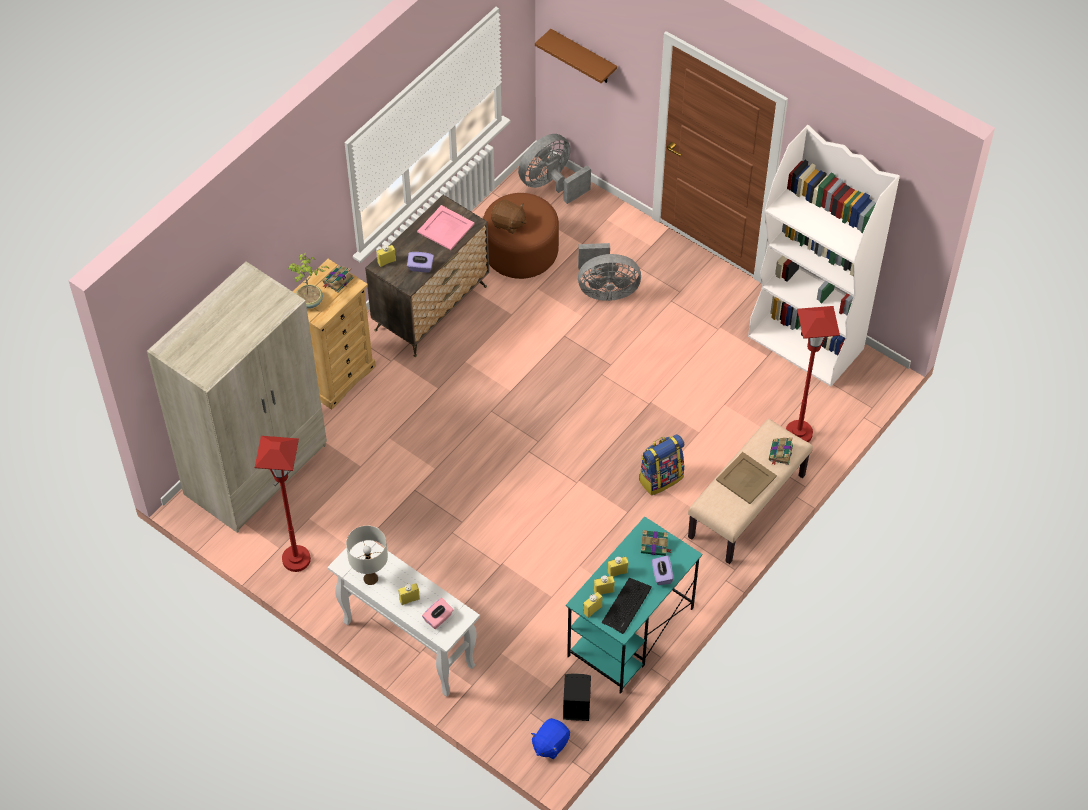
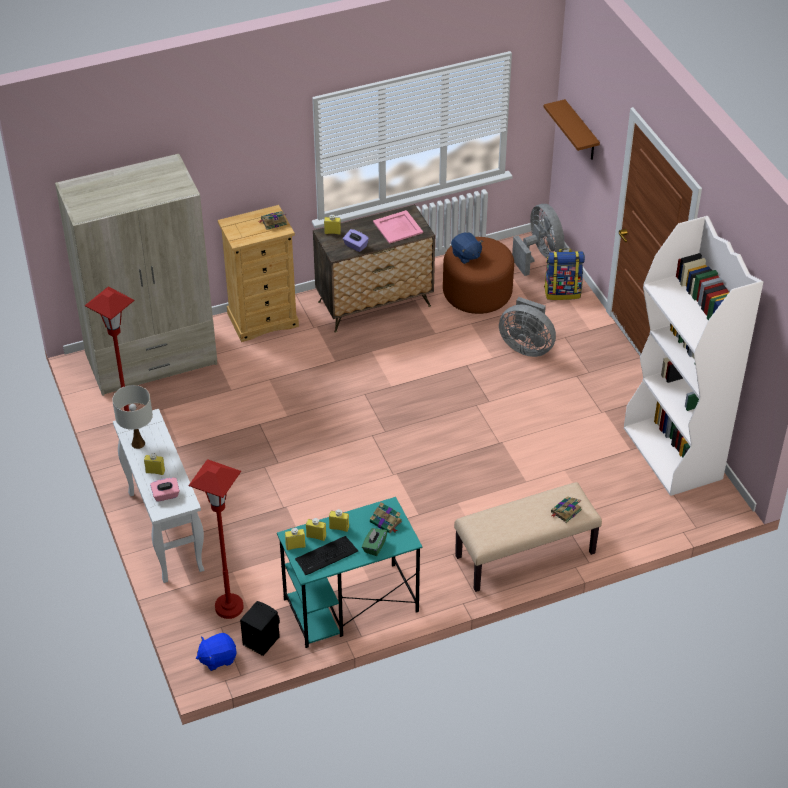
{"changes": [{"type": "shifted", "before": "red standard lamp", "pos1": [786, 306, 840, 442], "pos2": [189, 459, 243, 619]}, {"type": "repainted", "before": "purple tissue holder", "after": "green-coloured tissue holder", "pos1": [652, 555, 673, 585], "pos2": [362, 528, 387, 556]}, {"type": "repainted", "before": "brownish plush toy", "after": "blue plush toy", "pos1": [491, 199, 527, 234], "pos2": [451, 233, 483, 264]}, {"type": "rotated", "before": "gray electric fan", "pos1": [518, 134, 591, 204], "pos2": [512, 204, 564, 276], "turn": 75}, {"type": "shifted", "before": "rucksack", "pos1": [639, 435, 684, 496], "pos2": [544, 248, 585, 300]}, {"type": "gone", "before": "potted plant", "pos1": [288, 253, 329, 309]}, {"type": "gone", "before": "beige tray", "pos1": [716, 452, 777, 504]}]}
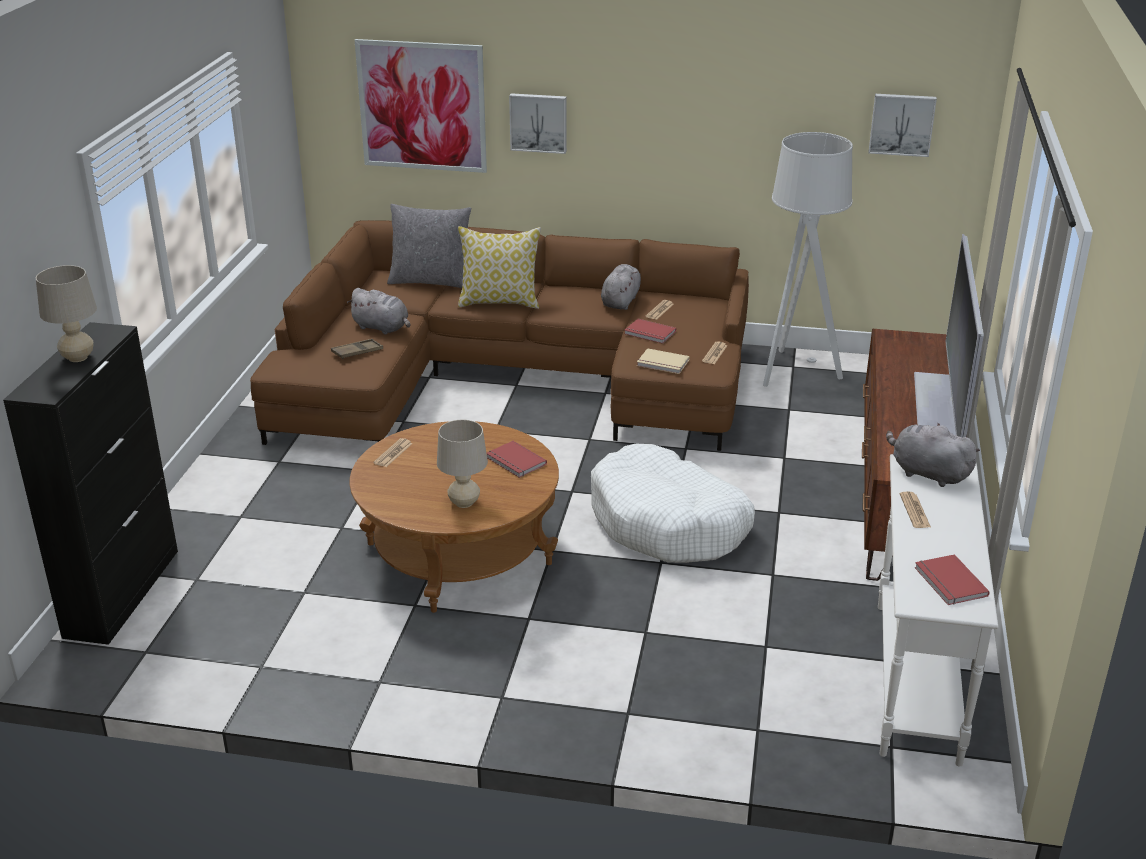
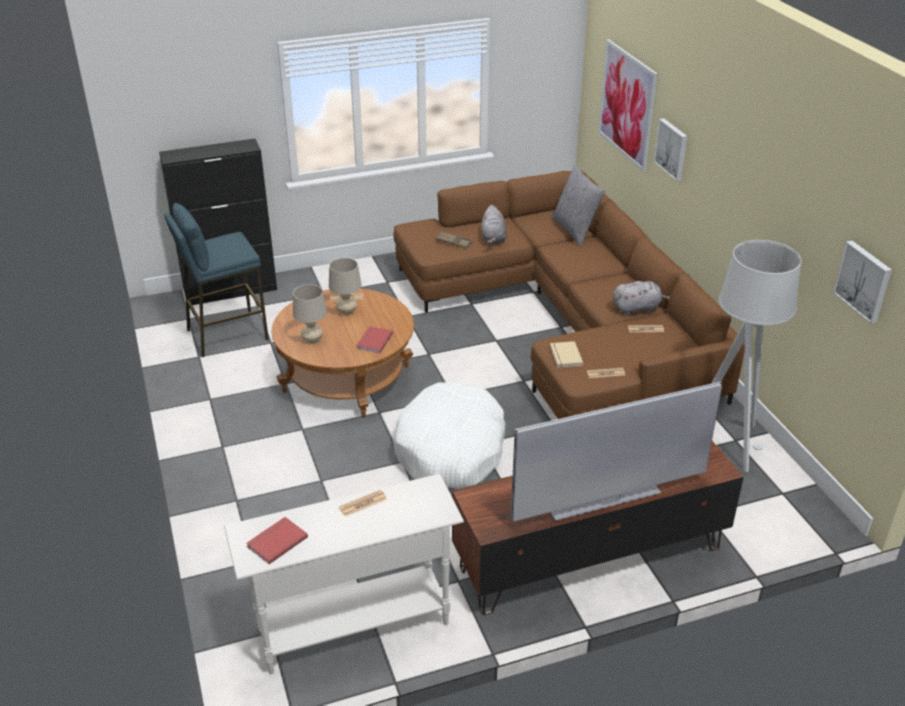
{"changes": [{"type": "new", "after": "blue sitting stool", "pos2": [164, 203, 269, 357]}, {"type": "shifted", "before": "beige table lamp", "pos1": [36, 265, 97, 362], "pos2": [329, 258, 362, 315]}, {"type": "gone", "before": "pillow", "pos1": [458, 226, 541, 309]}, {"type": "gone", "before": "red bound book", "pos1": [624, 319, 676, 344]}, {"type": "gone", "before": "gray plush toy", "pos1": [886, 423, 980, 487]}]}
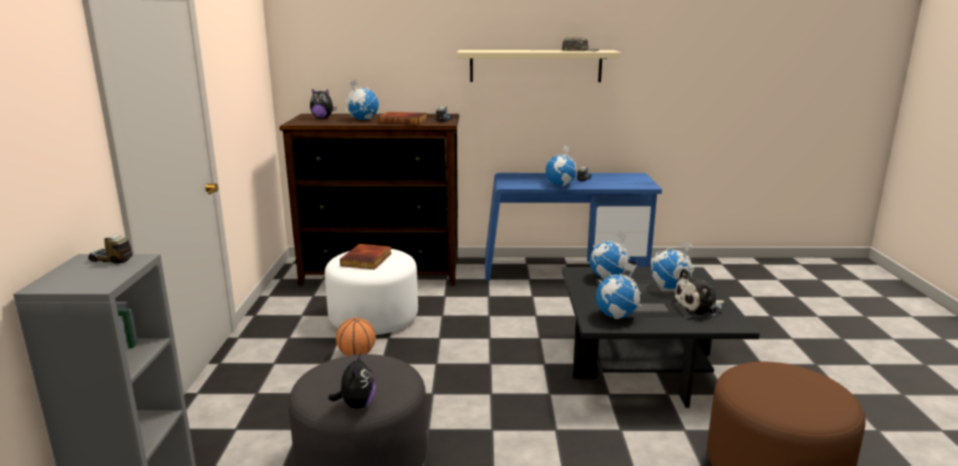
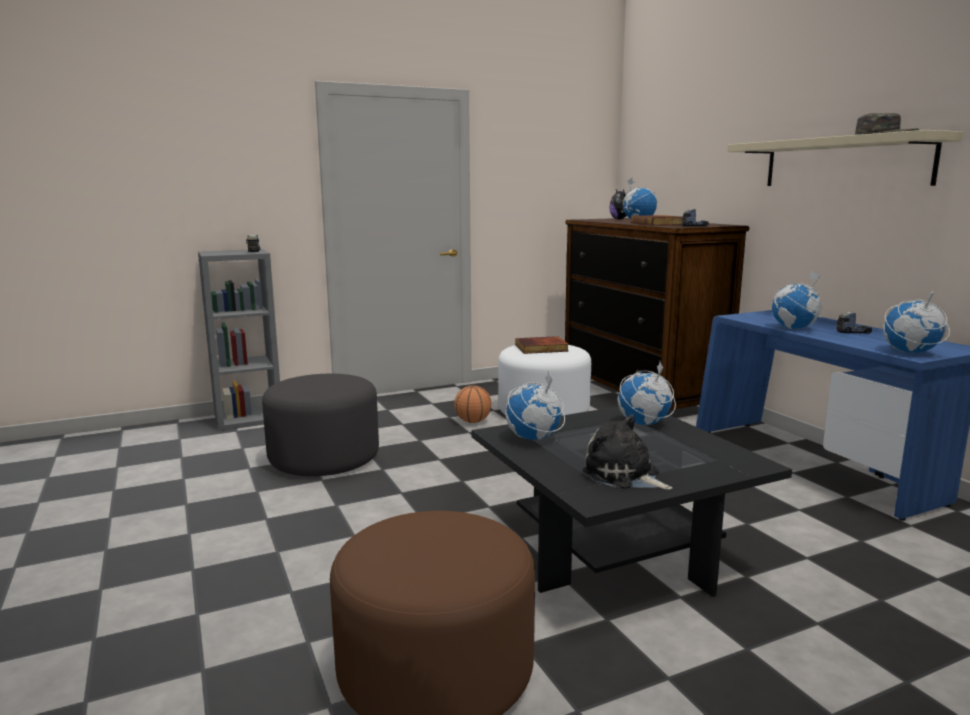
{"changes": [{"type": "shifted", "before": "desk globe", "pos1": [651, 241, 694, 289], "pos2": [883, 288, 950, 353]}, {"type": "gone", "before": "plush toy", "pos1": [328, 352, 376, 408]}]}
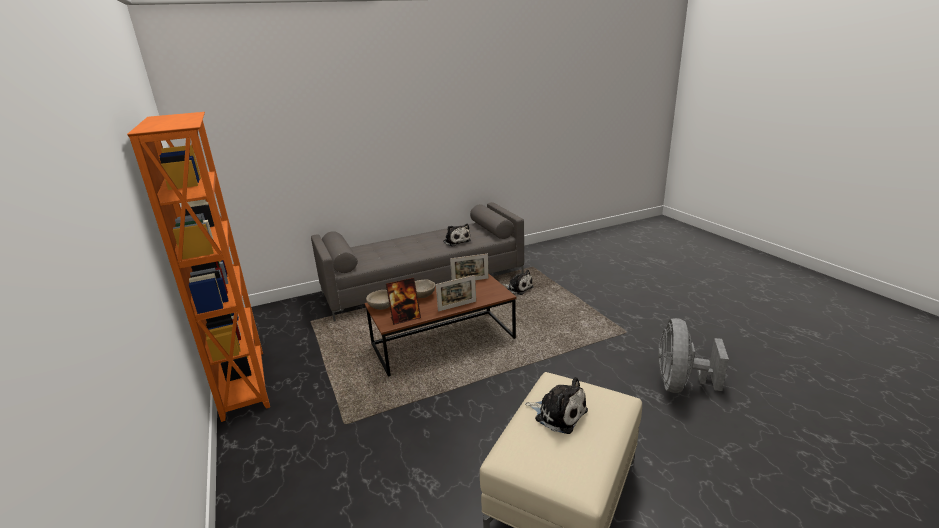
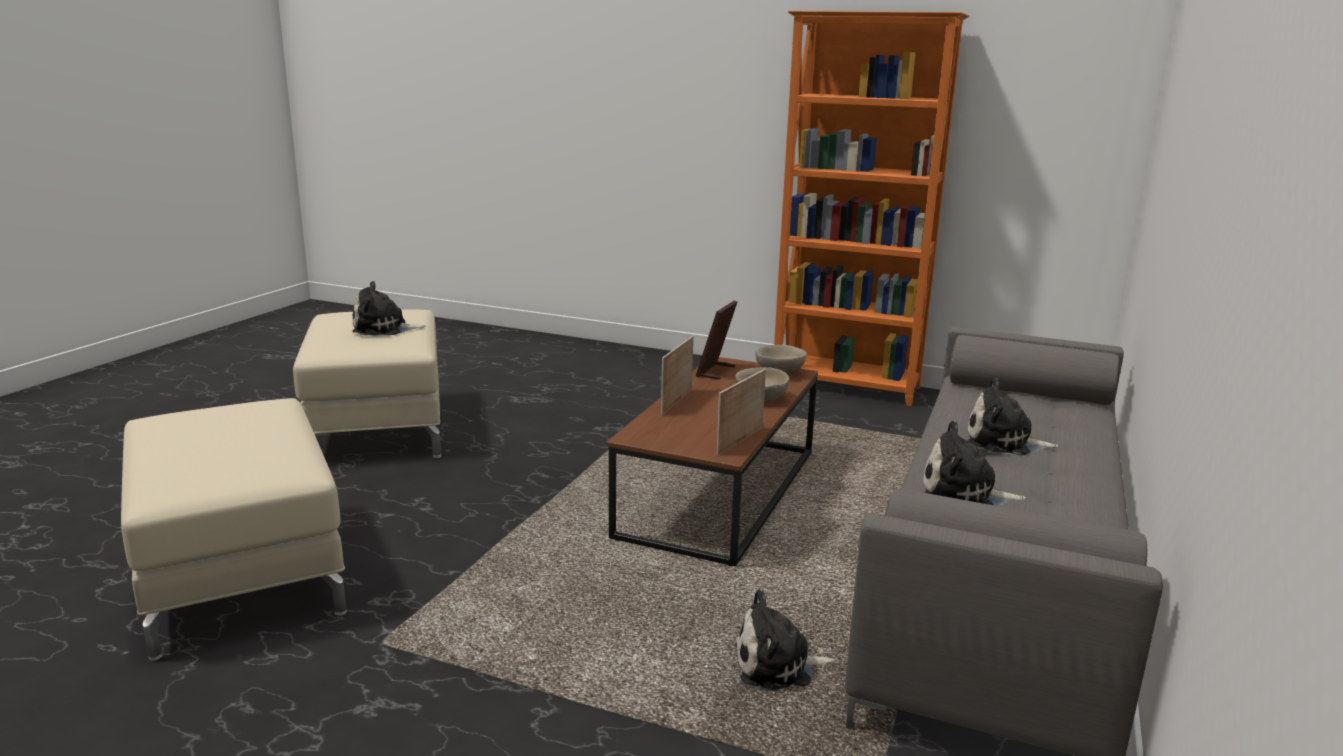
{"changes": [{"type": "swapped", "before": "gray electric fan", "after": "beige pouffe", "pos1": [658, 318, 729, 393], "pos2": [121, 398, 347, 661]}, {"type": "new", "after": "plush toy", "pos2": [968, 378, 1059, 455]}]}
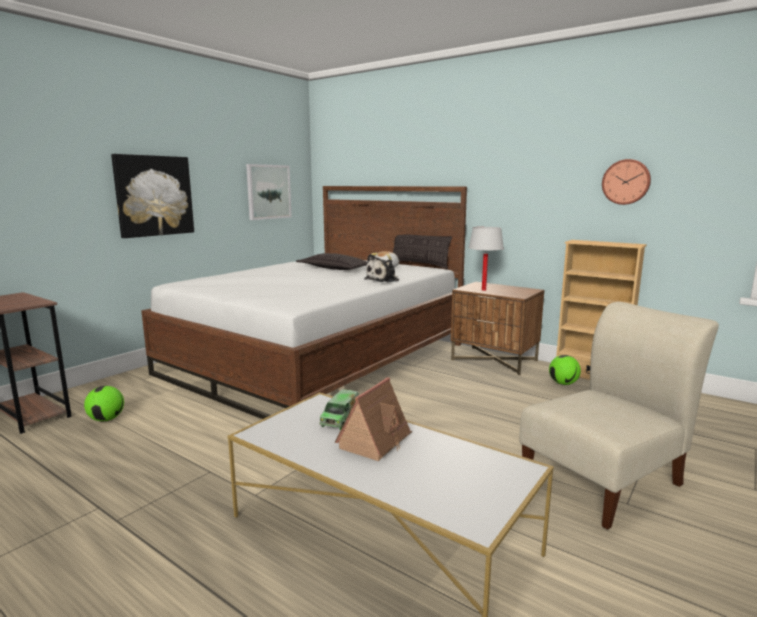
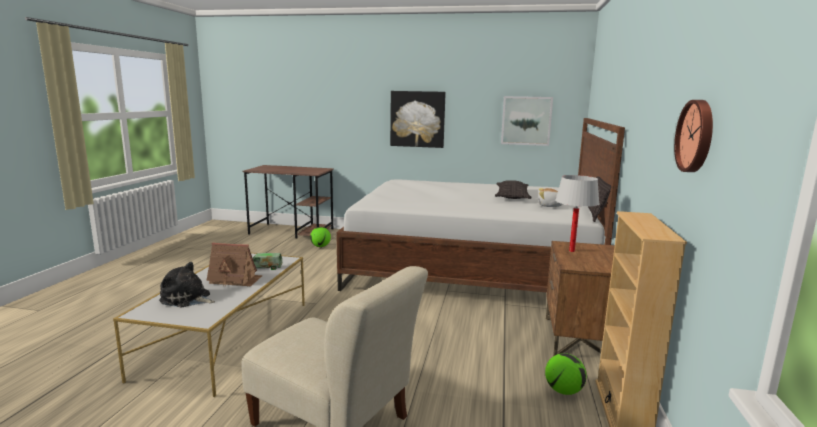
{"changes": [{"type": "shifted", "before": "plush toy", "pos1": [364, 254, 399, 283], "pos2": [159, 262, 215, 307]}]}
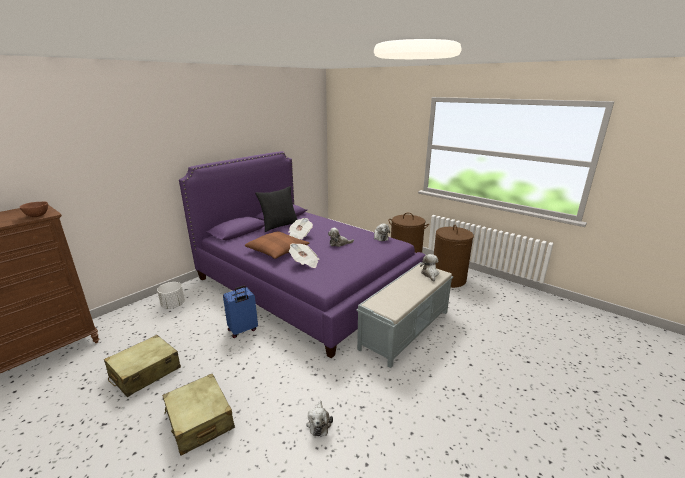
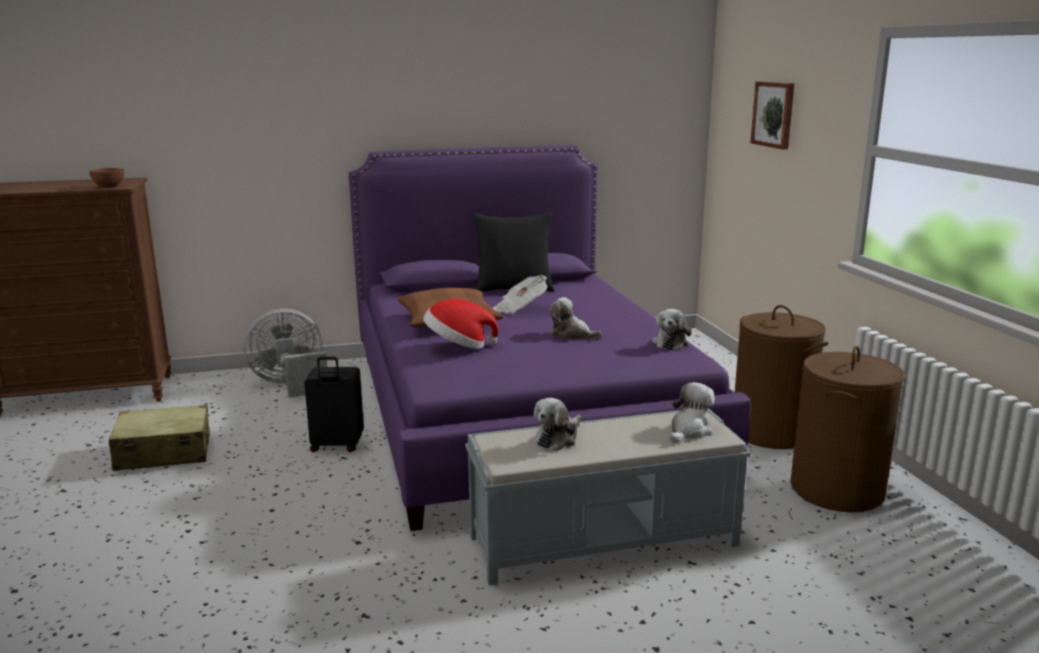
{"changes": [{"type": "swapped", "before": "white planter", "after": "gray electric fan", "pos1": [157, 282, 185, 309], "pos2": [243, 308, 327, 398]}, {"type": "repainted", "before": "blue travel case", "after": "black-coloured travel case", "pos1": [223, 285, 258, 338], "pos2": [304, 356, 364, 452]}, {"type": "swapped", "before": "newspaper", "after": "hat", "pos1": [289, 243, 319, 268], "pos2": [423, 299, 499, 349]}, {"type": "shifted", "before": "plush toy", "pos1": [306, 400, 333, 436], "pos2": [534, 398, 581, 451]}, {"type": "new", "after": "wall picture", "pos2": [750, 82, 794, 149]}, {"type": "gone", "before": "beige travel case", "pos1": [162, 374, 235, 456]}]}
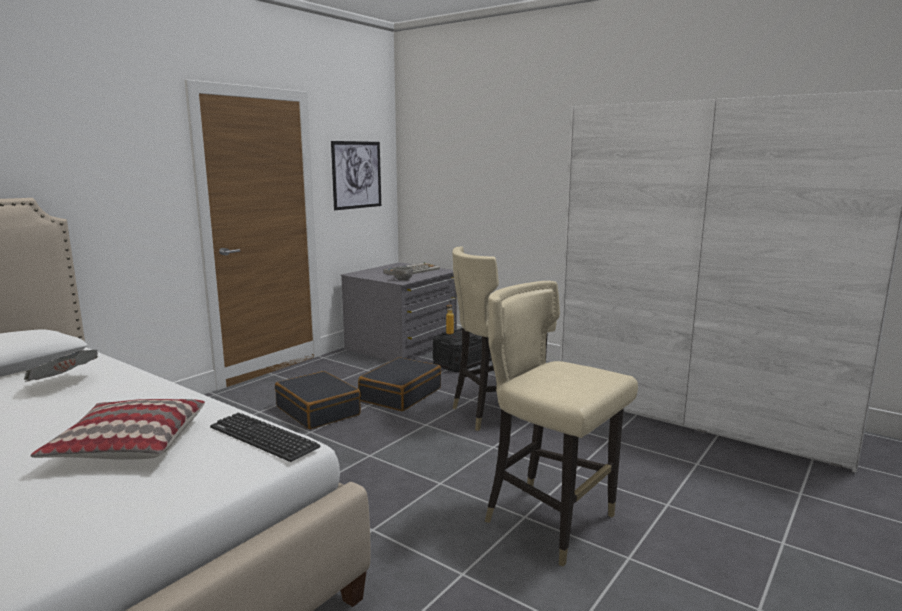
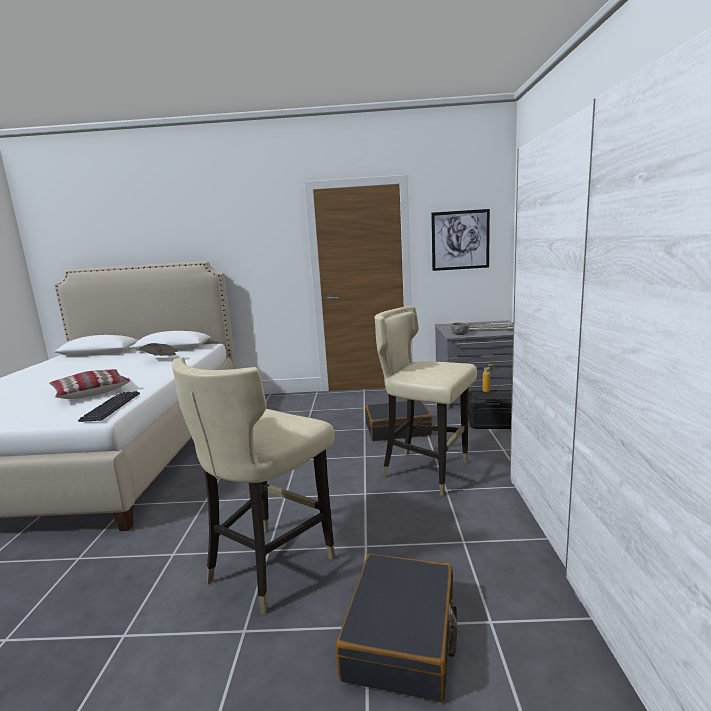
{"changes": [{"type": "rotated", "before": "beige chair", "pos1": [485, 281, 638, 567], "pos2": [172, 357, 335, 614], "turn": -150}, {"type": "shifted", "before": "black-coloured travel case", "pos1": [275, 371, 361, 429], "pos2": [336, 554, 458, 702]}]}
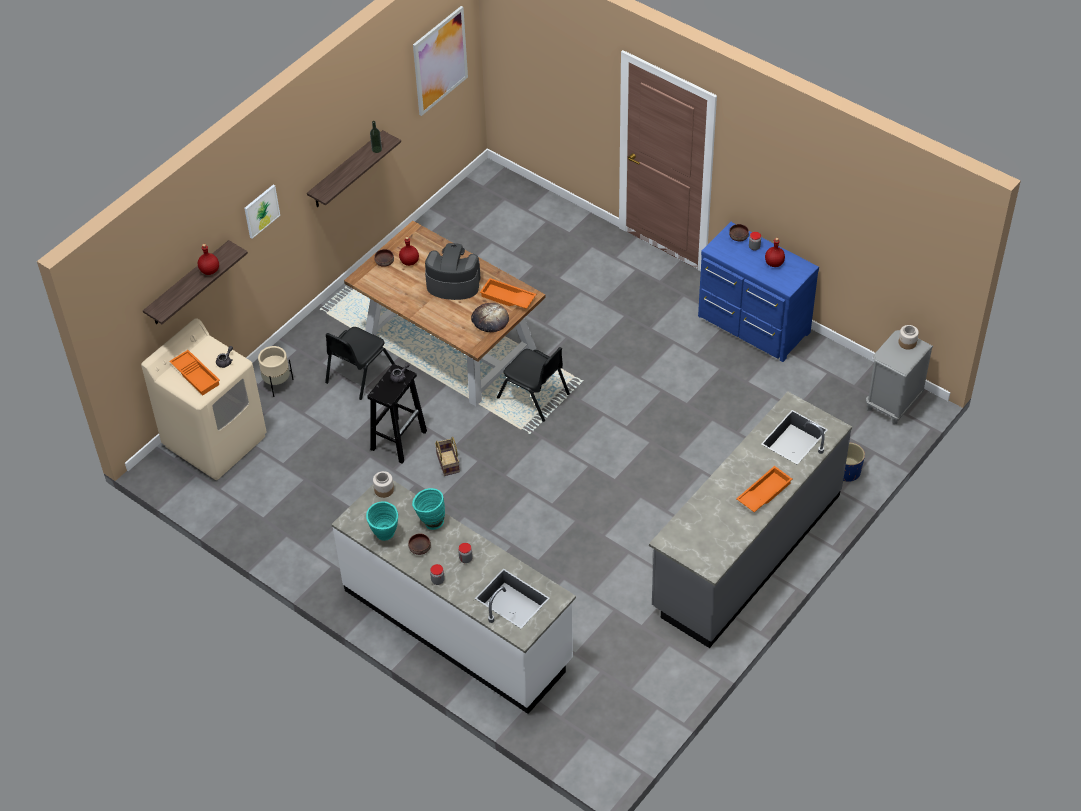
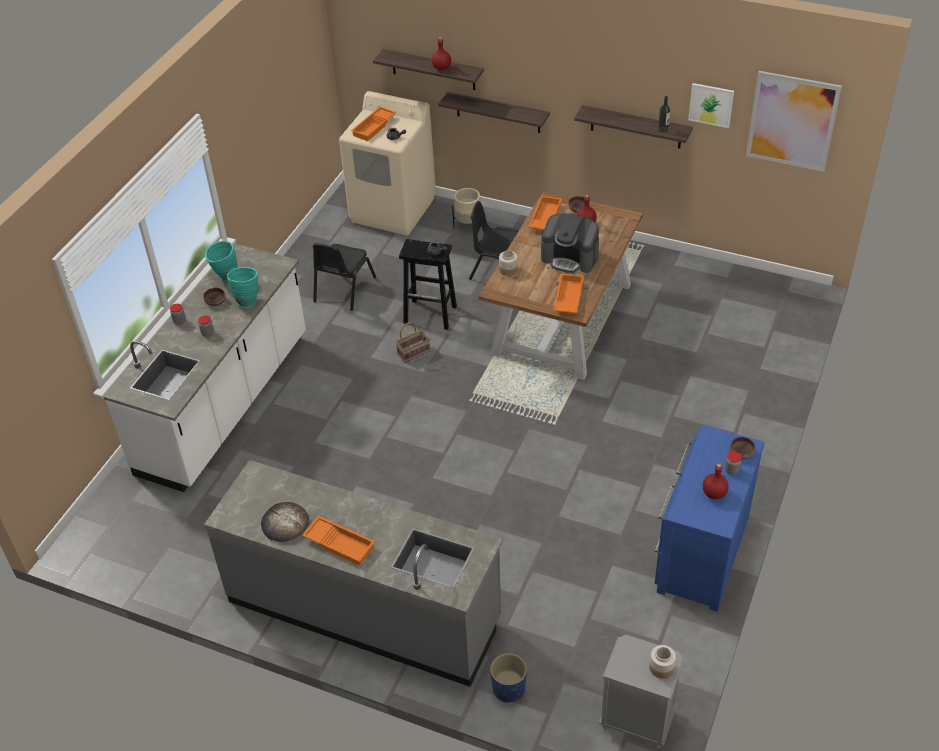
{"changes": [{"type": "shifted", "before": "bread", "pos1": [471, 303, 509, 332], "pos2": [261, 502, 309, 542]}, {"type": "shifted", "before": "black-coloured chair", "pos1": [497, 347, 570, 422], "pos2": [313, 243, 376, 311]}, {"type": "new", "after": "bracket shelf", "pos2": [438, 92, 550, 133]}, {"type": "shifted", "before": "jar", "pos1": [373, 471, 394, 498], "pos2": [499, 251, 518, 276]}, {"type": "new", "after": "orange tray", "pos2": [528, 196, 562, 230]}, {"type": "rotated", "before": "coffee machine", "pos1": [425, 243, 481, 300], "pos2": [541, 213, 599, 273], "turn": 120}, {"type": "shifted", "before": "wall picture", "pos1": [244, 185, 280, 239], "pos2": [688, 83, 734, 128]}]}
